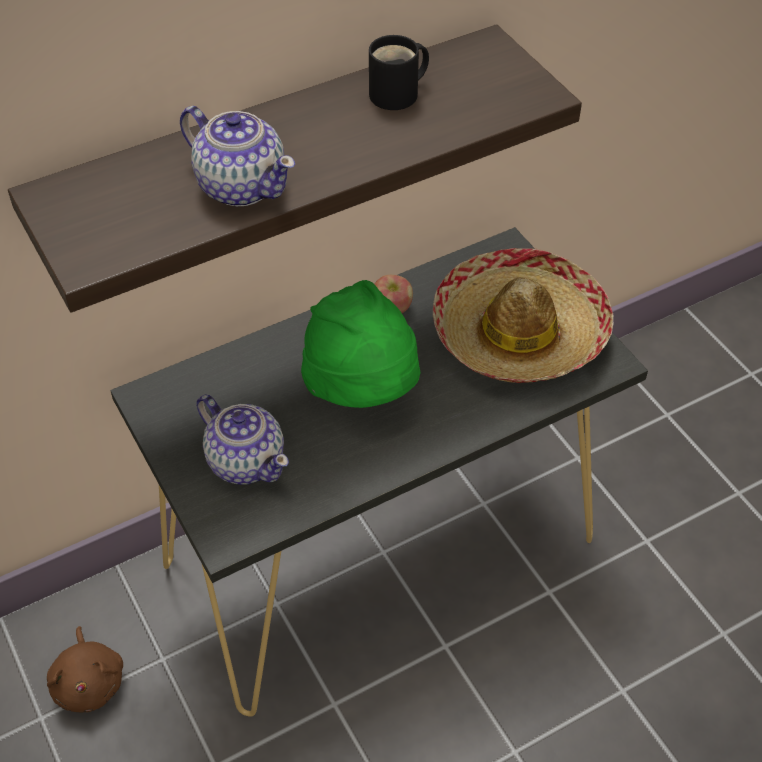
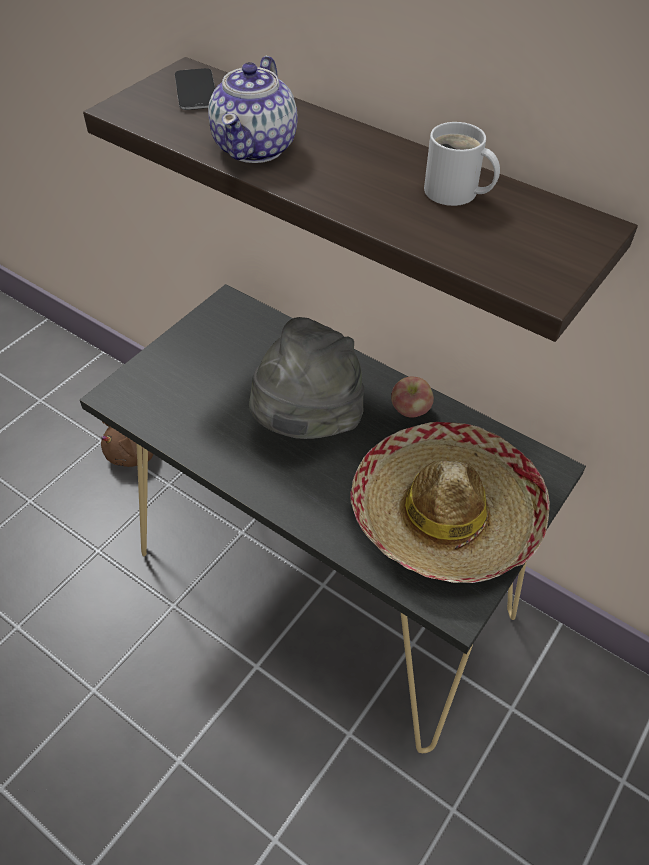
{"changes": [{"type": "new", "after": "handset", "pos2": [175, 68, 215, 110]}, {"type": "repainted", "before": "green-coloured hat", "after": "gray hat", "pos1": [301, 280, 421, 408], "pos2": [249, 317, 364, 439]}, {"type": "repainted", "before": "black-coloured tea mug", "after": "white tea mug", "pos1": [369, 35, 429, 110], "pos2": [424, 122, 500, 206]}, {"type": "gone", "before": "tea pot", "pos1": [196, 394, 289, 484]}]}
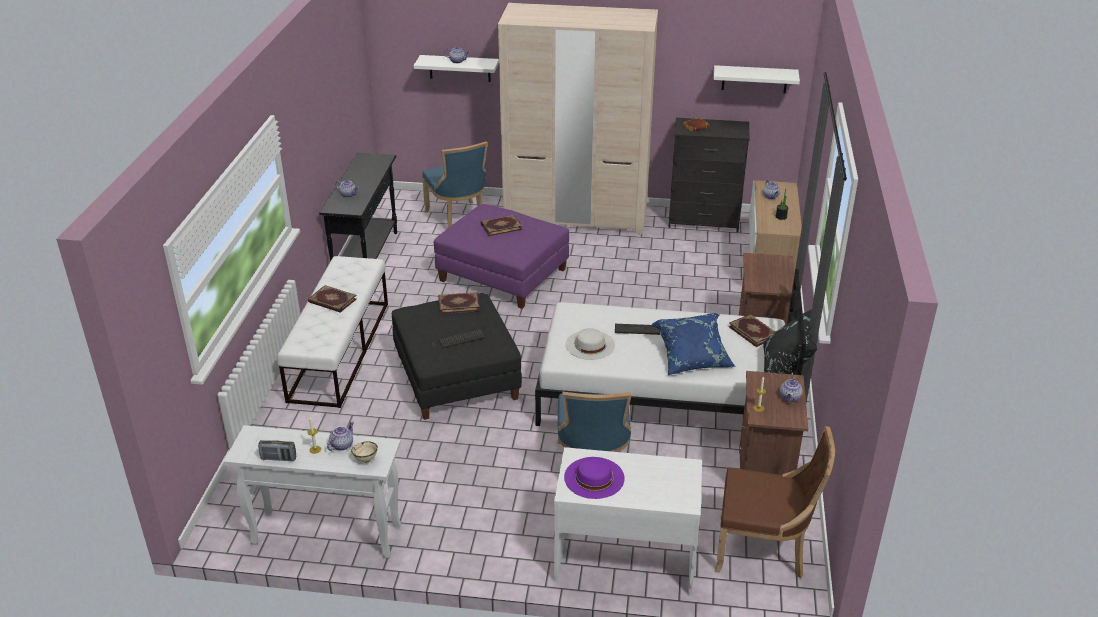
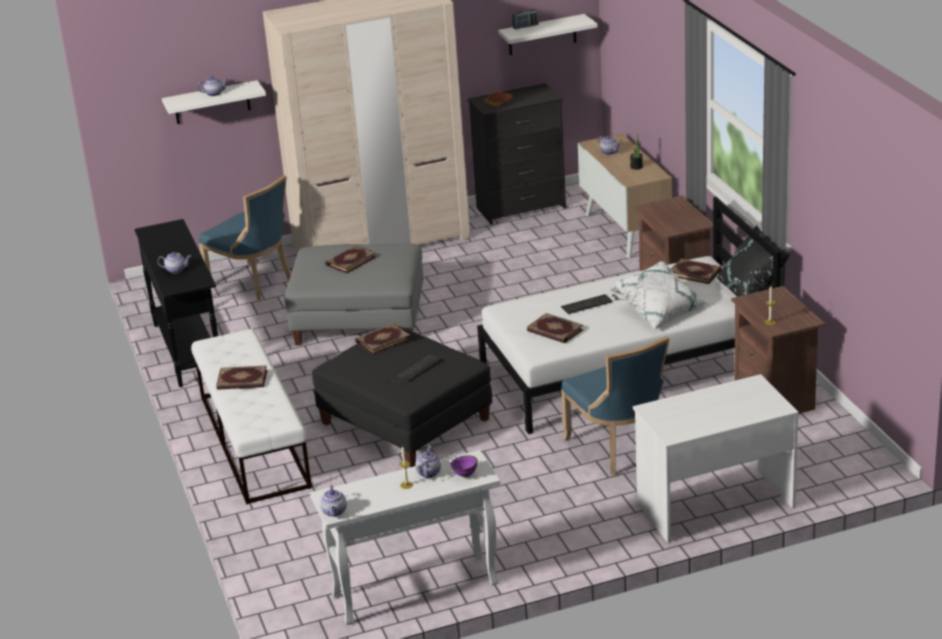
{"changes": [{"type": "repainted", "before": "purple pouffe", "after": "gray pouffe", "pos1": [434, 204, 569, 309], "pos2": [284, 243, 424, 346]}, {"type": "shifted", "before": "tea pot", "pos1": [780, 376, 803, 402], "pos2": [320, 485, 347, 517]}, {"type": "repainted", "before": "beige serving bowl", "after": "purple serving bowl", "pos1": [351, 441, 378, 463], "pos2": [450, 456, 478, 478]}, {"type": "shifted", "before": "radio receiver", "pos1": [258, 440, 296, 461], "pos2": [512, 9, 539, 29]}, {"type": "swapped", "before": "white hat", "after": "bound book", "pos1": [566, 328, 615, 360], "pos2": [527, 313, 583, 343]}, {"type": "repainted", "before": "blue pillow", "after": "white pillow", "pos1": [651, 313, 736, 375], "pos2": [609, 261, 709, 330]}, {"type": "gone", "before": "purple hat", "pos1": [564, 457, 625, 499]}, {"type": "gone", "before": "brownish chair", "pos1": [715, 426, 835, 578]}]}
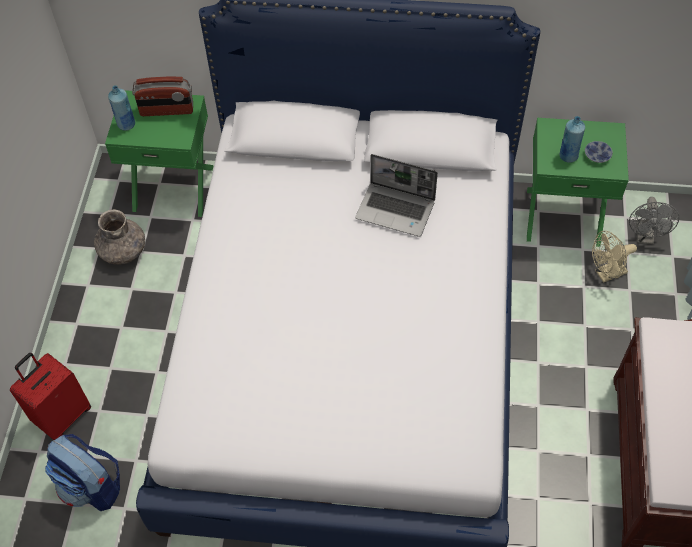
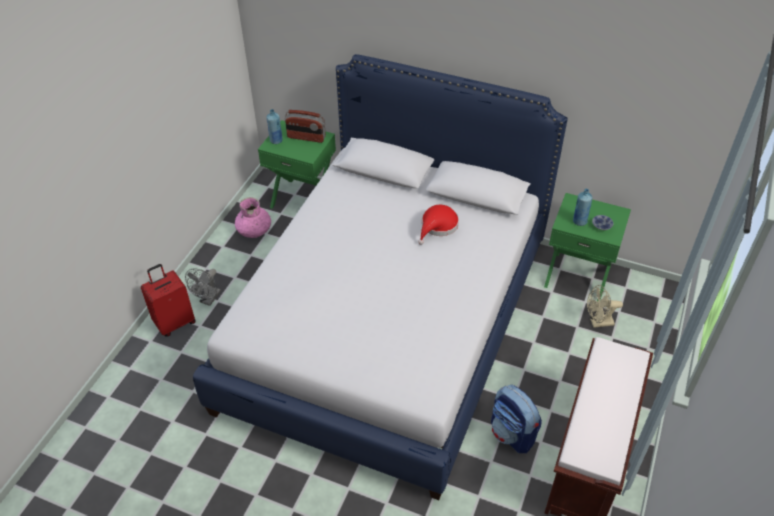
{"changes": [{"type": "shifted", "before": "gray electric fan", "pos1": [629, 197, 679, 244], "pos2": [185, 268, 221, 306]}, {"type": "repainted", "before": "gray vase", "after": "pinkish vase", "pos1": [94, 209, 145, 265], "pos2": [235, 197, 271, 238]}, {"type": "swapped", "before": "portable computer", "after": "red hat", "pos1": [355, 154, 438, 237], "pos2": [418, 205, 459, 245]}, {"type": "shifted", "before": "rucksack", "pos1": [45, 434, 120, 511], "pos2": [491, 385, 542, 453]}]}
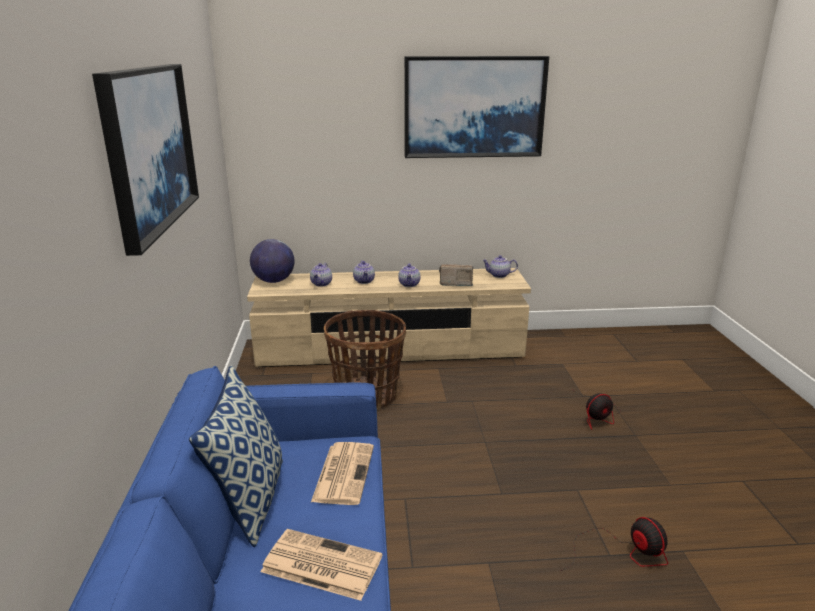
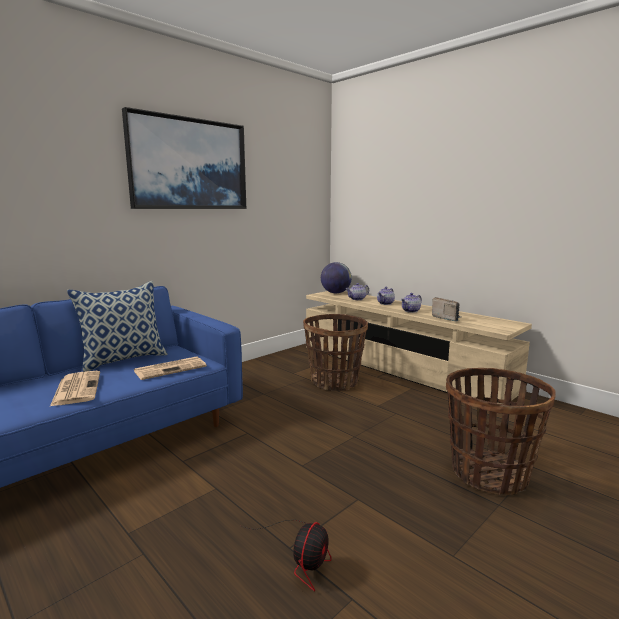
{"changes": [{"type": "swapped", "before": "electric fan", "after": "basket", "pos1": [574, 391, 621, 430], "pos2": [446, 368, 556, 495]}, {"type": "gone", "before": "wall picture", "pos1": [404, 56, 549, 158]}, {"type": "gone", "before": "tea pot", "pos1": [482, 255, 518, 278]}]}
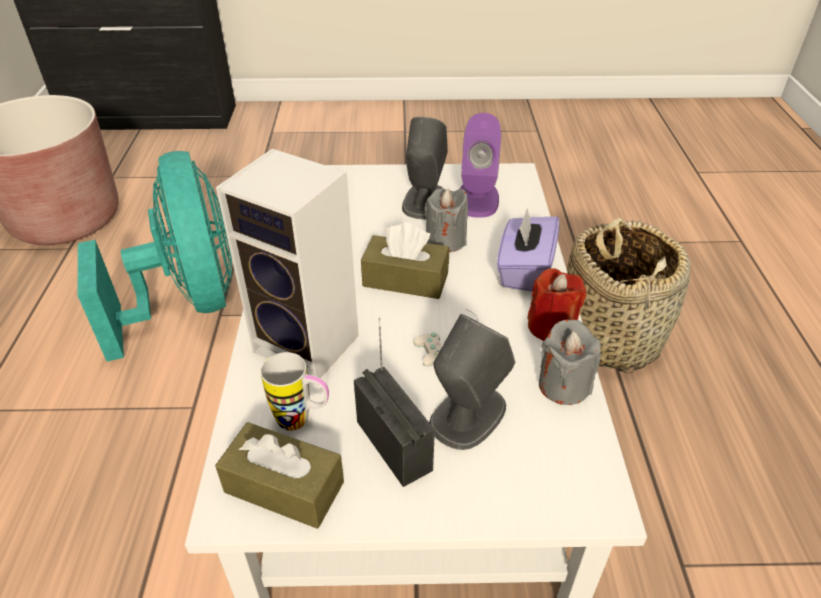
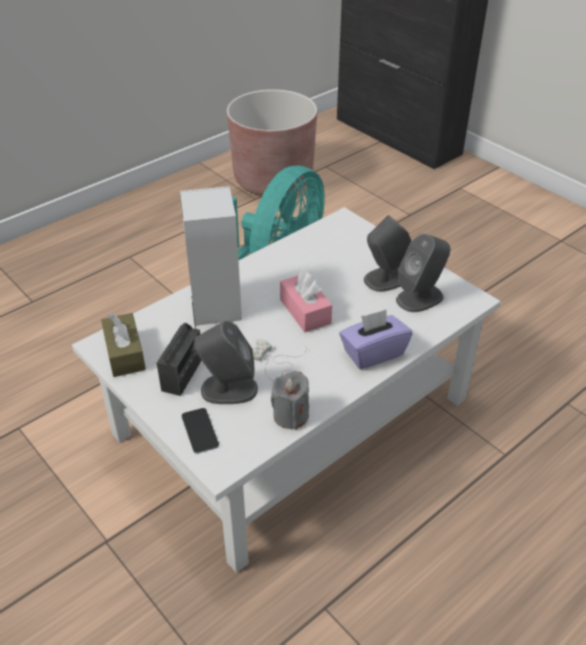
{"changes": [{"type": "new", "after": "handset", "pos2": [182, 408, 219, 454]}, {"type": "repainted", "before": "brownish tissue holder", "after": "pinkish tissue holder", "pos1": [361, 223, 449, 299], "pos2": [280, 271, 332, 332]}, {"type": "repainted", "before": "purple loudspeaker", "after": "gray loudspeaker", "pos1": [460, 113, 502, 218], "pos2": [396, 234, 450, 312]}, {"type": "gone", "before": "tea mug", "pos1": [260, 352, 329, 431]}, {"type": "gone", "before": "gray wax candle", "pos1": [425, 188, 468, 252]}, {"type": "gone", "before": "red wax candle", "pos1": [527, 268, 586, 341]}, {"type": "gone", "before": "basket", "pos1": [567, 218, 690, 374]}]}
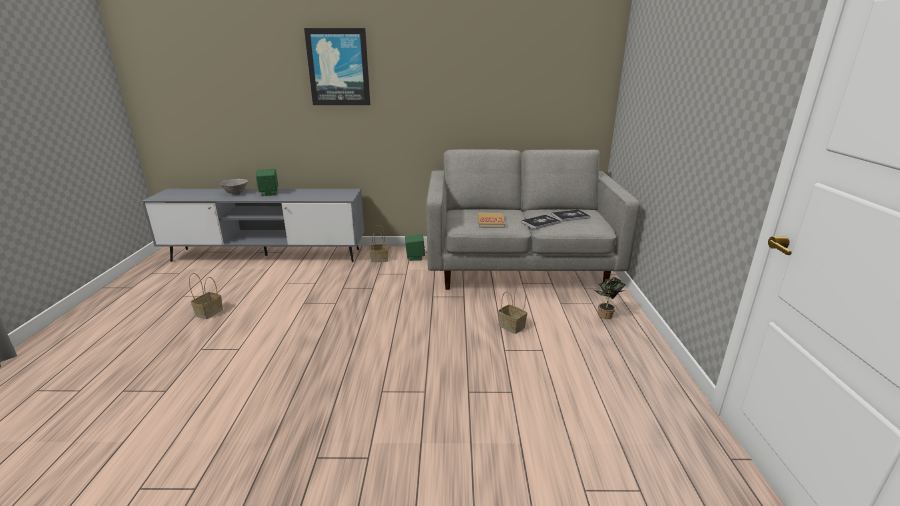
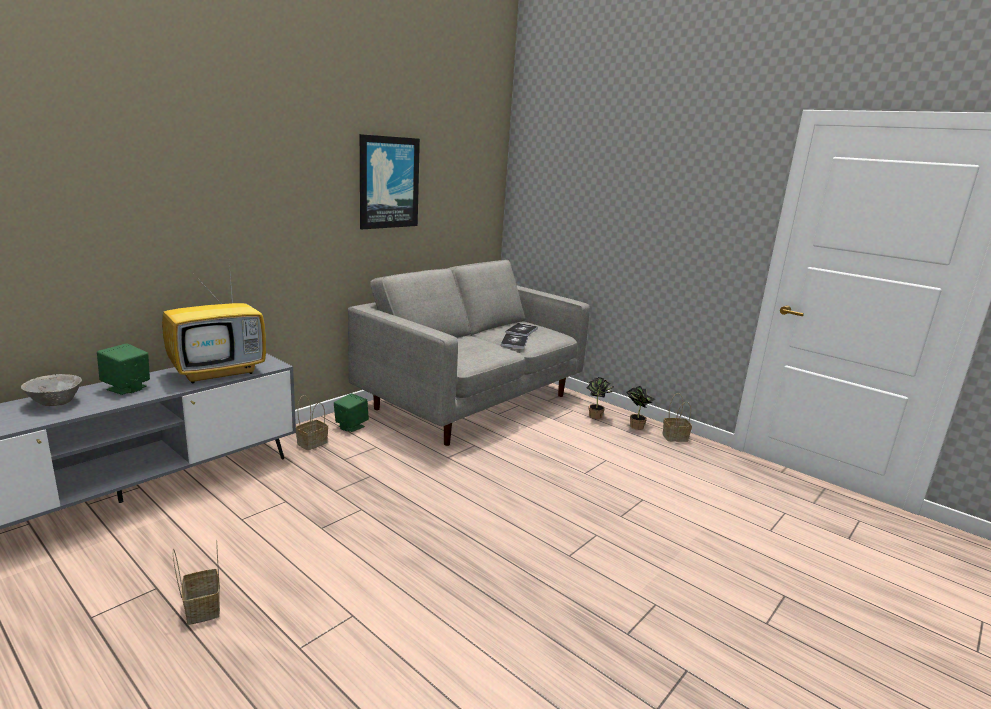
{"changes": [{"type": "new", "after": "TV", "pos2": [162, 264, 266, 383]}, {"type": "shifted", "before": "wall picture", "pos1": [304, 28, 370, 105], "pos2": [360, 134, 420, 229]}, {"type": "new", "after": "potted plant", "pos2": [626, 386, 655, 430]}, {"type": "shifted", "before": "basket", "pos1": [498, 284, 527, 334], "pos2": [663, 393, 692, 442]}, {"type": "gone", "before": "bound book", "pos1": [478, 213, 505, 228]}]}
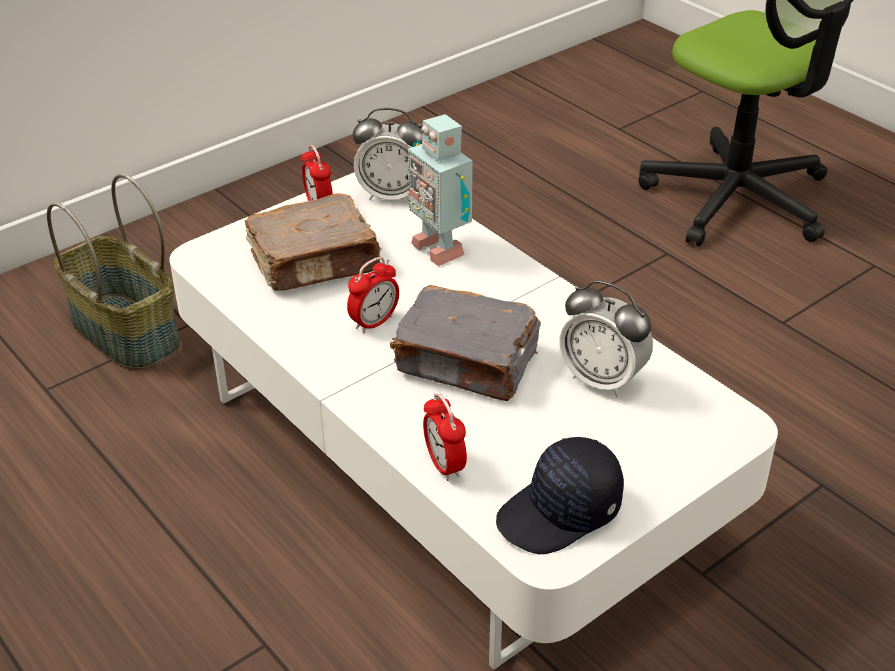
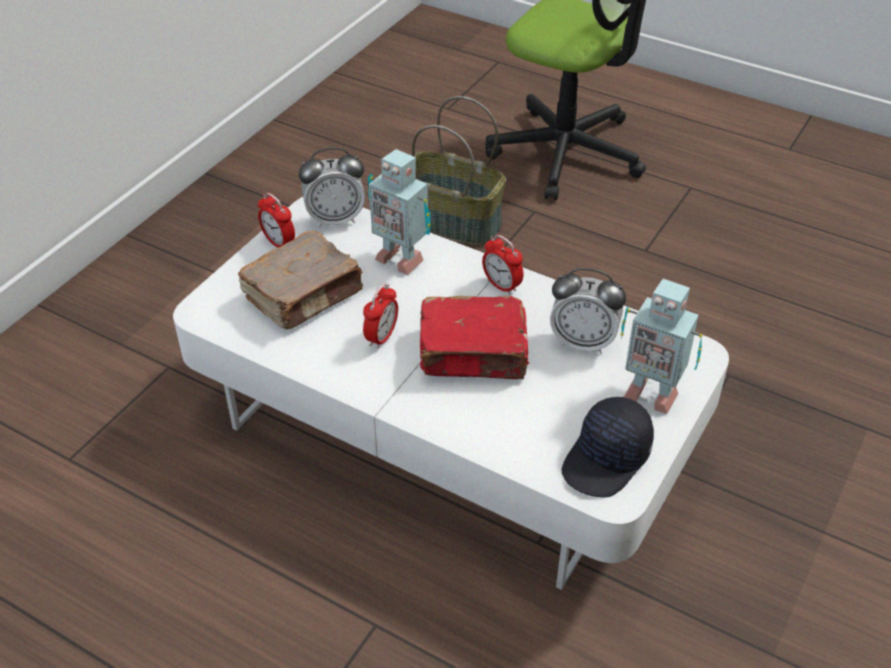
{"changes": [{"type": "shifted", "before": "basket", "pos1": [47, 174, 181, 370], "pos2": [412, 96, 506, 246]}, {"type": "repainted", "before": "gray bound book", "after": "red bound book", "pos1": [390, 285, 541, 401], "pos2": [420, 296, 529, 379]}, {"type": "shifted", "before": "table clock", "pos1": [423, 393, 467, 481], "pos2": [482, 235, 524, 295]}, {"type": "new", "after": "model robot", "pos2": [621, 279, 703, 414]}]}
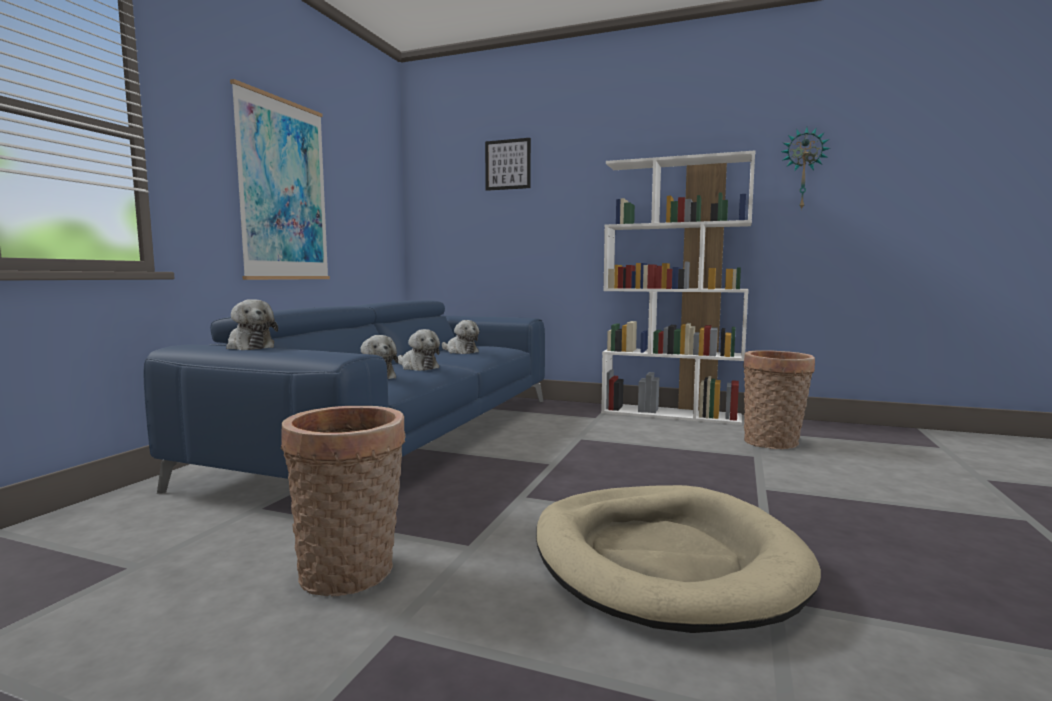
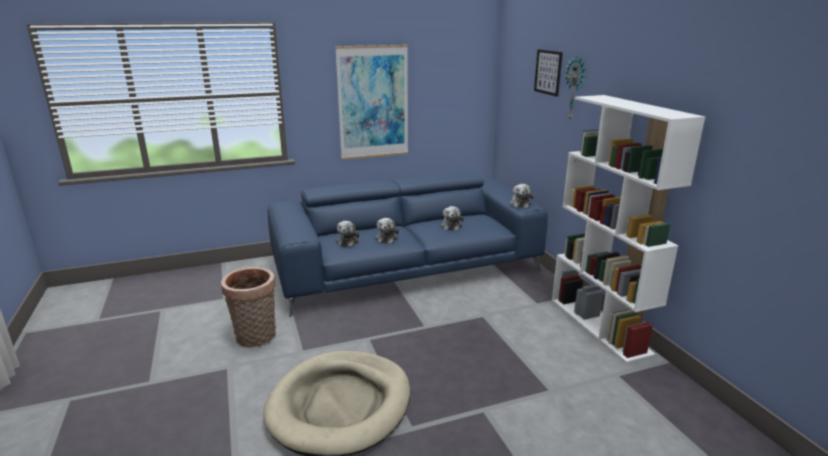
{"changes": [{"type": "shifted", "before": "plush toy", "pos1": [226, 299, 278, 350], "pos2": [510, 184, 534, 208]}, {"type": "shifted", "before": "clock on the wall", "pos1": [781, 127, 831, 211], "pos2": [565, 56, 586, 119]}, {"type": "gone", "before": "basket", "pos1": [744, 350, 815, 449]}]}
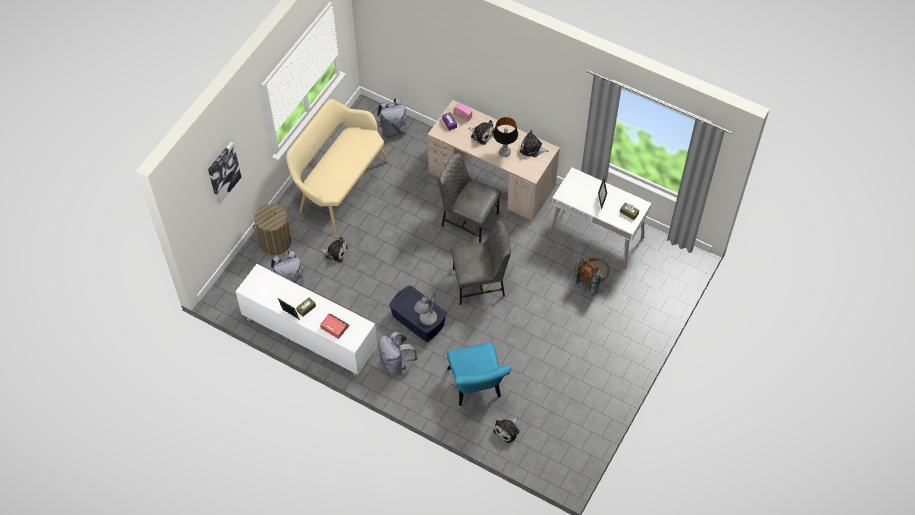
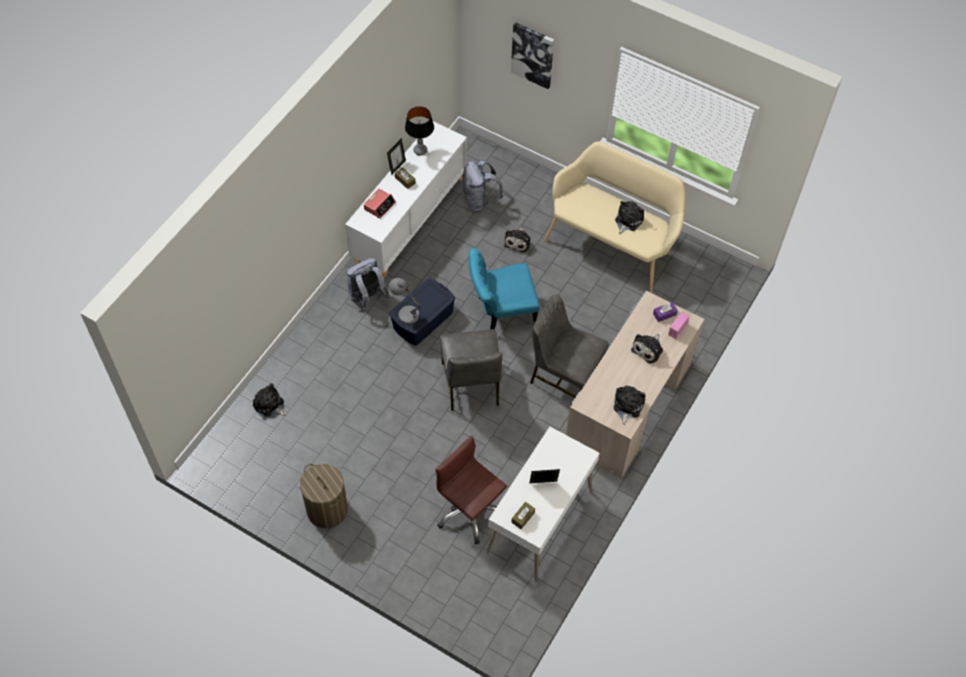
{"changes": [{"type": "shifted", "before": "hamper", "pos1": [253, 204, 291, 255], "pos2": [300, 464, 348, 528]}, {"type": "shifted", "before": "table lamp", "pos1": [493, 117, 518, 157], "pos2": [405, 106, 434, 155]}, {"type": "swapped", "before": "brownish rucksack", "after": "brownish desk chair", "pos1": [574, 258, 609, 297], "pos2": [435, 436, 507, 544]}, {"type": "shifted", "before": "turquoise-coloured chair", "pos1": [447, 342, 511, 406], "pos2": [469, 248, 539, 329]}, {"type": "rotated", "before": "gray chair", "pos1": [439, 153, 501, 243], "pos2": [530, 294, 609, 398], "turn": -90}, {"type": "new", "after": "plush toy", "pos2": [615, 201, 644, 235]}, {"type": "gone", "before": "gray rucksack", "pos1": [377, 98, 407, 138]}]}
